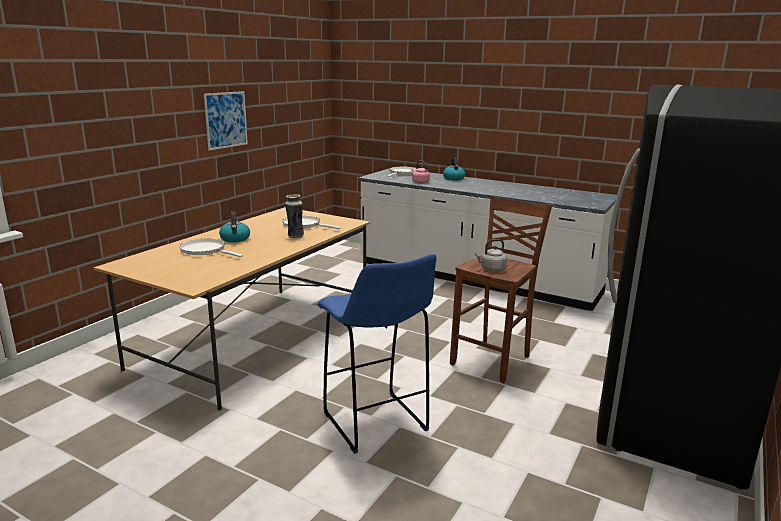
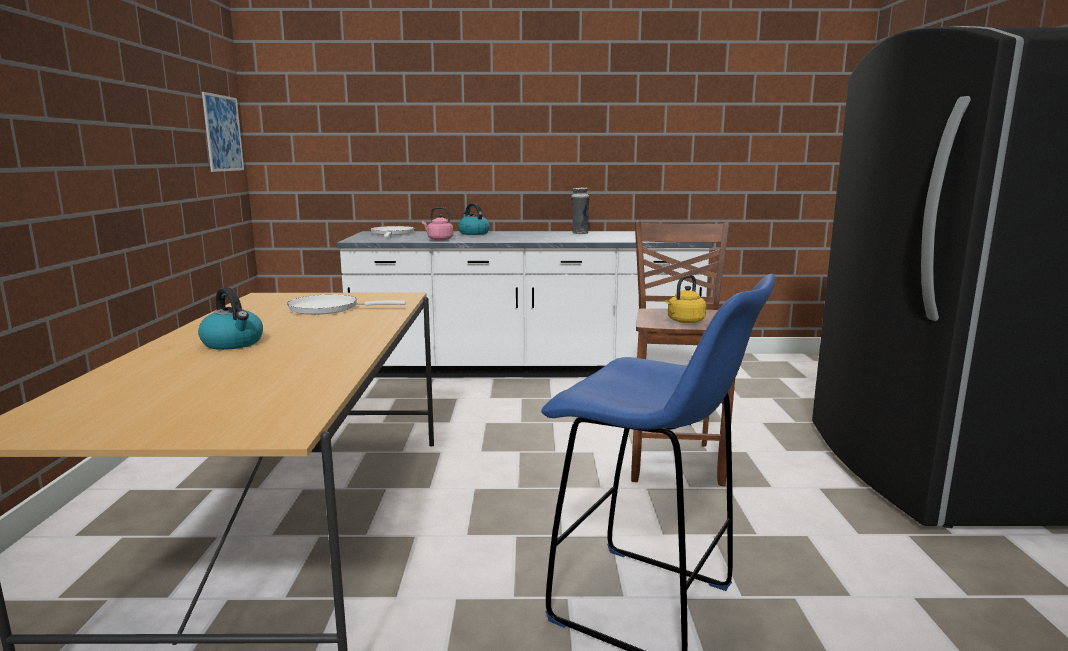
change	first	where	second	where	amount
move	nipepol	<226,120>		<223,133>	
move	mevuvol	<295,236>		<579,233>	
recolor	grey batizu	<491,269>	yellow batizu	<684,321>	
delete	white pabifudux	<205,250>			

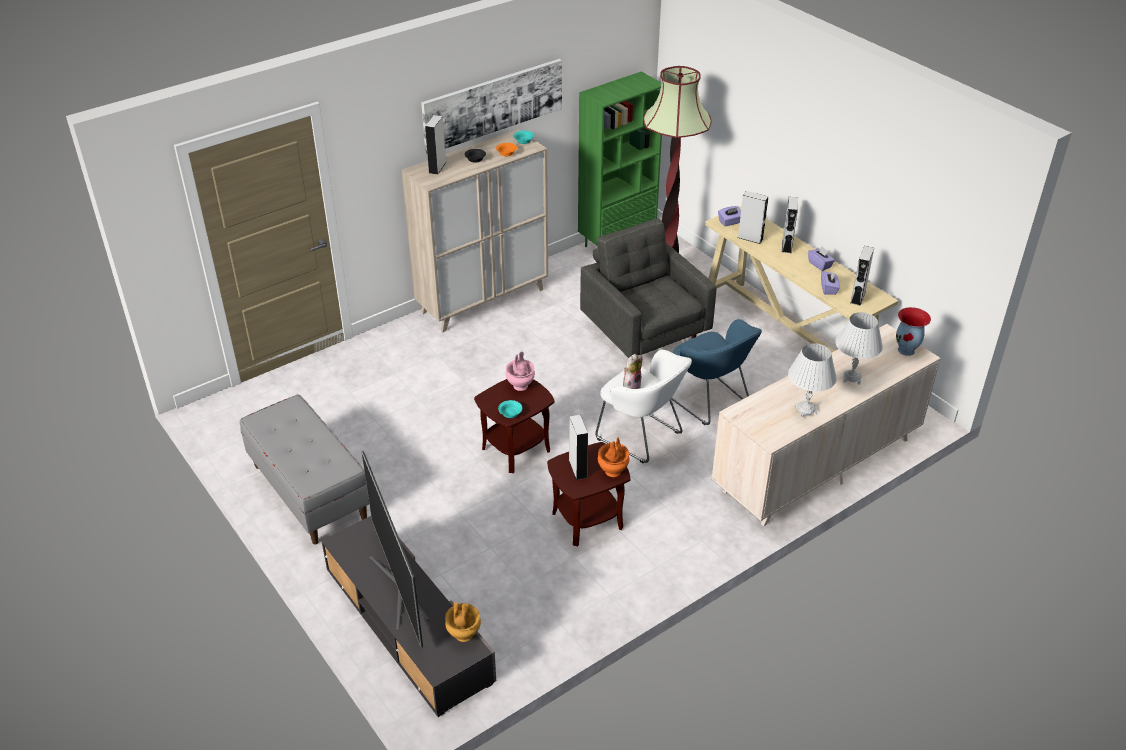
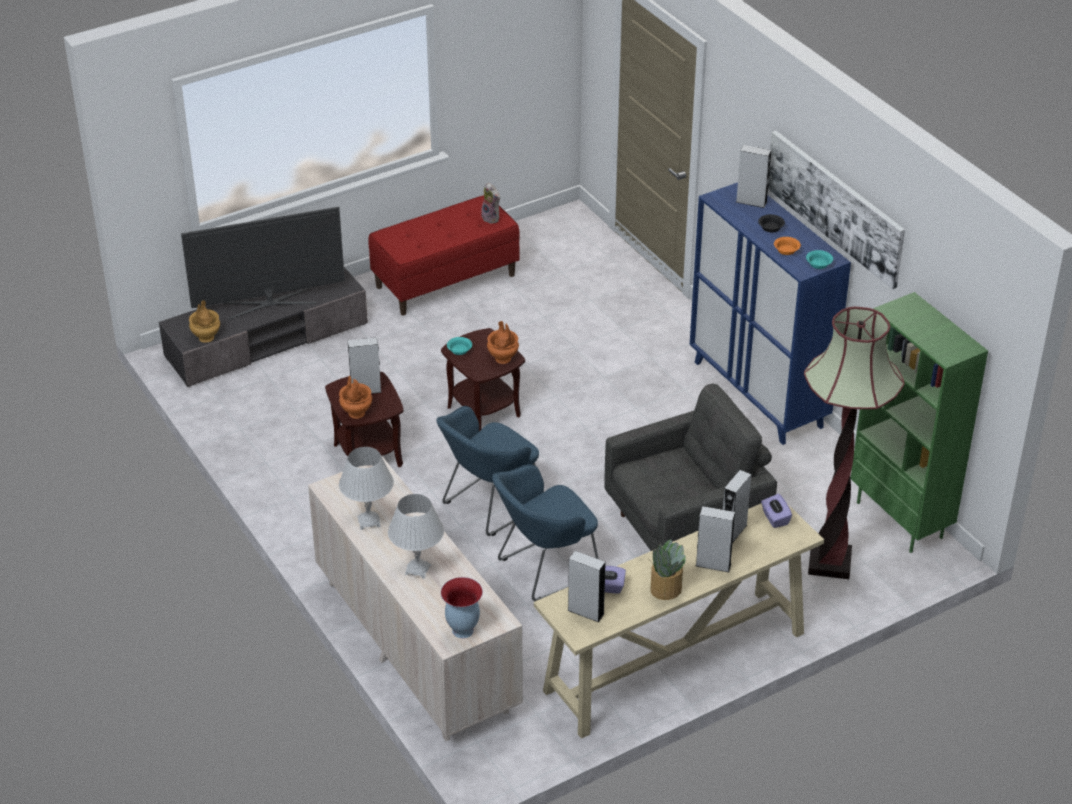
change	first	where	second	where	amount
recolor	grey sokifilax	<309,492>	red sokifilax	<445,281>	
recolor	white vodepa	<642,437>	blue vodepa	<488,506>	
move	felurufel	<631,386>		<492,218>	
recolor	pink mevuvol	<520,385>	orange mevuvol	<503,359>	
replace	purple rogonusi	<820,265>	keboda	<665,589>	
recolor	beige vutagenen	<483,300>	blue vutagenen	<758,394>	

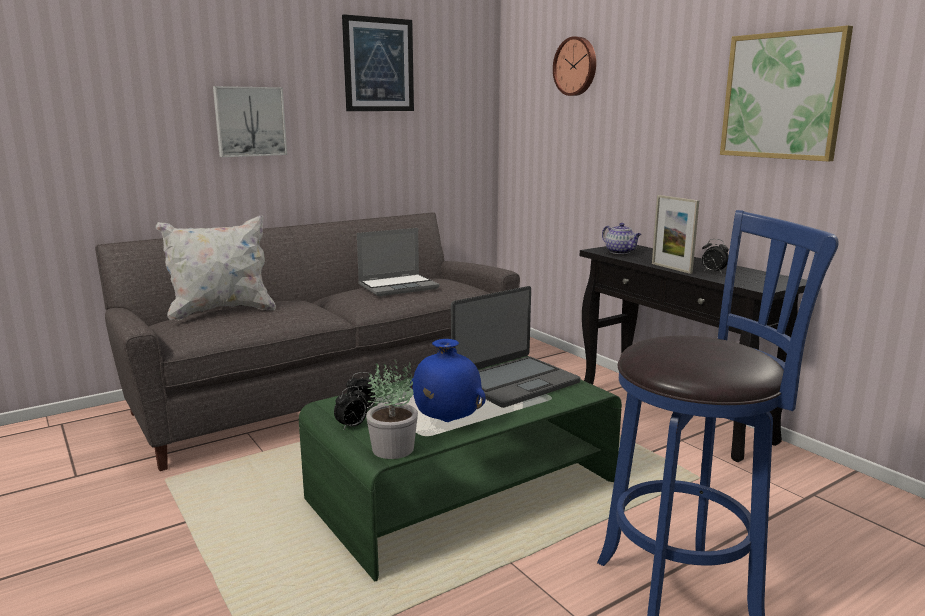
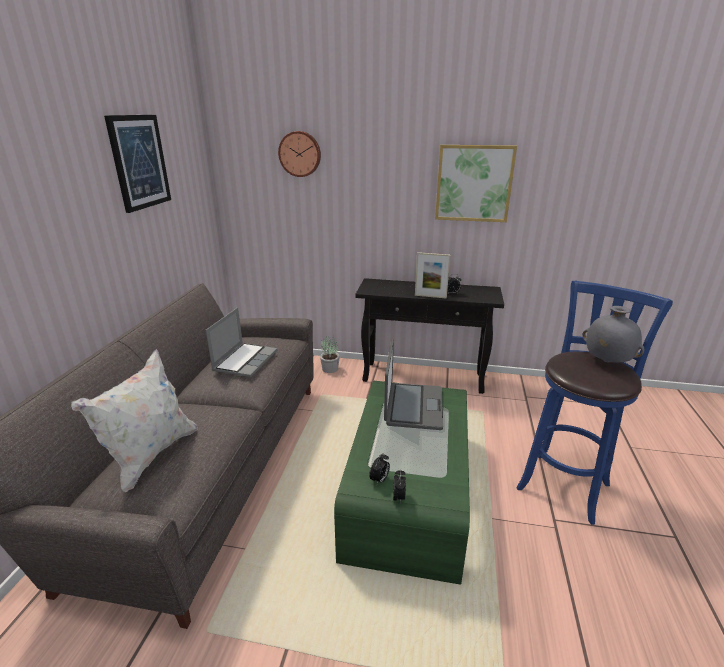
change	first	where	second	where	amount
move	keboda	<393,448>		<330,368>	
insert			grey mevuvol	<606,361>	
delete	nipepol	<250,121>			
delete	blue mevuvol	<446,421>			
delete	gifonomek	<620,252>			

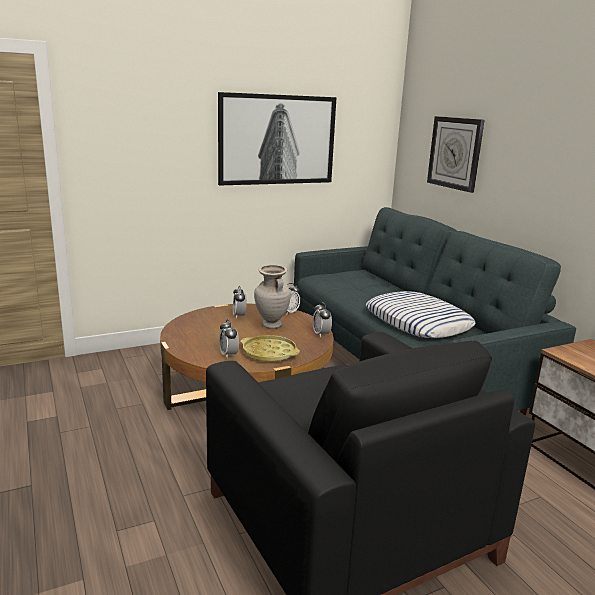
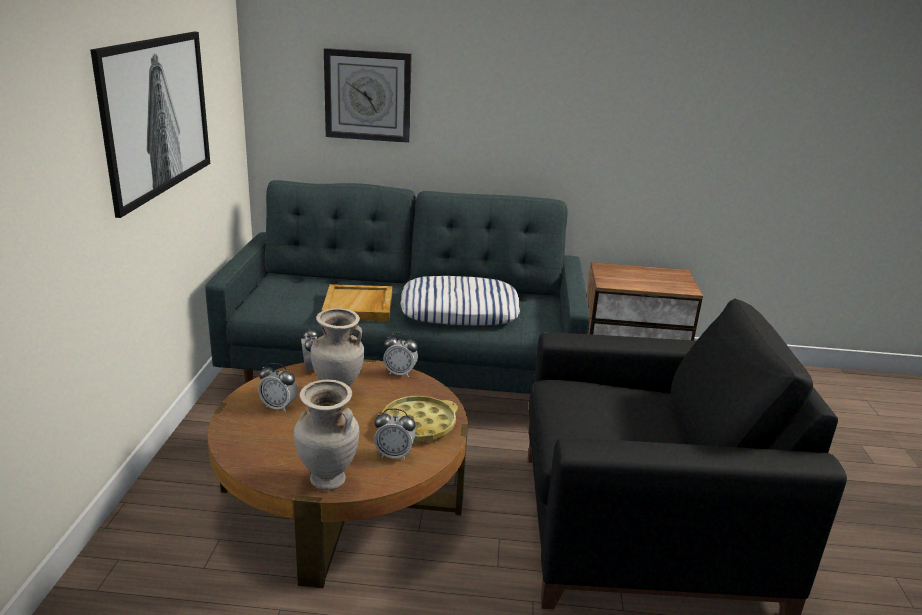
change	first	where	second	where	amount
insert			beige mevuvol	<327,481>	
insert			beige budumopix	<359,306>	

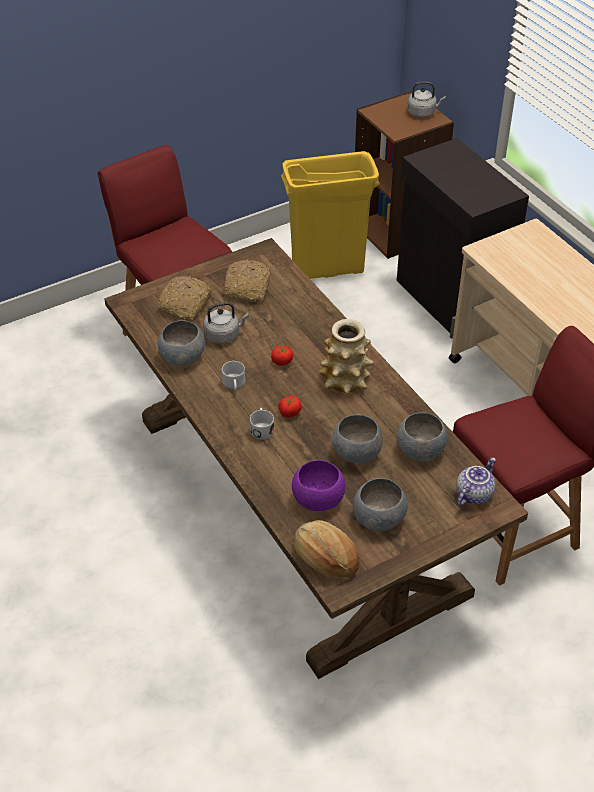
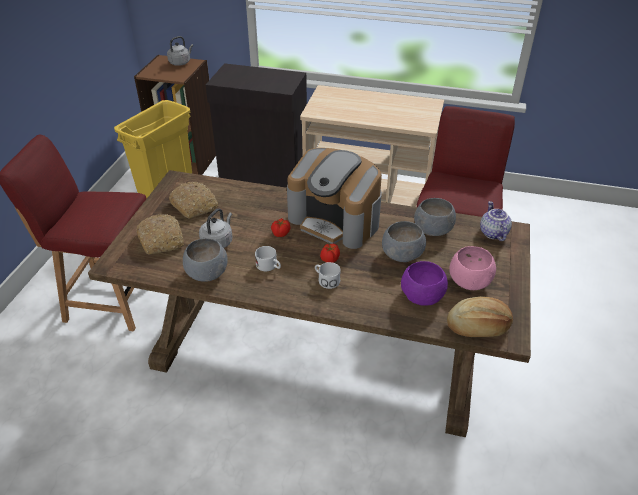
change	first	where	second	where	amount
replace	mevuvol	<345,381>	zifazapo	<335,220>	
recolor	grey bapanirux	<377,518>	pink bapanirux	<469,282>	

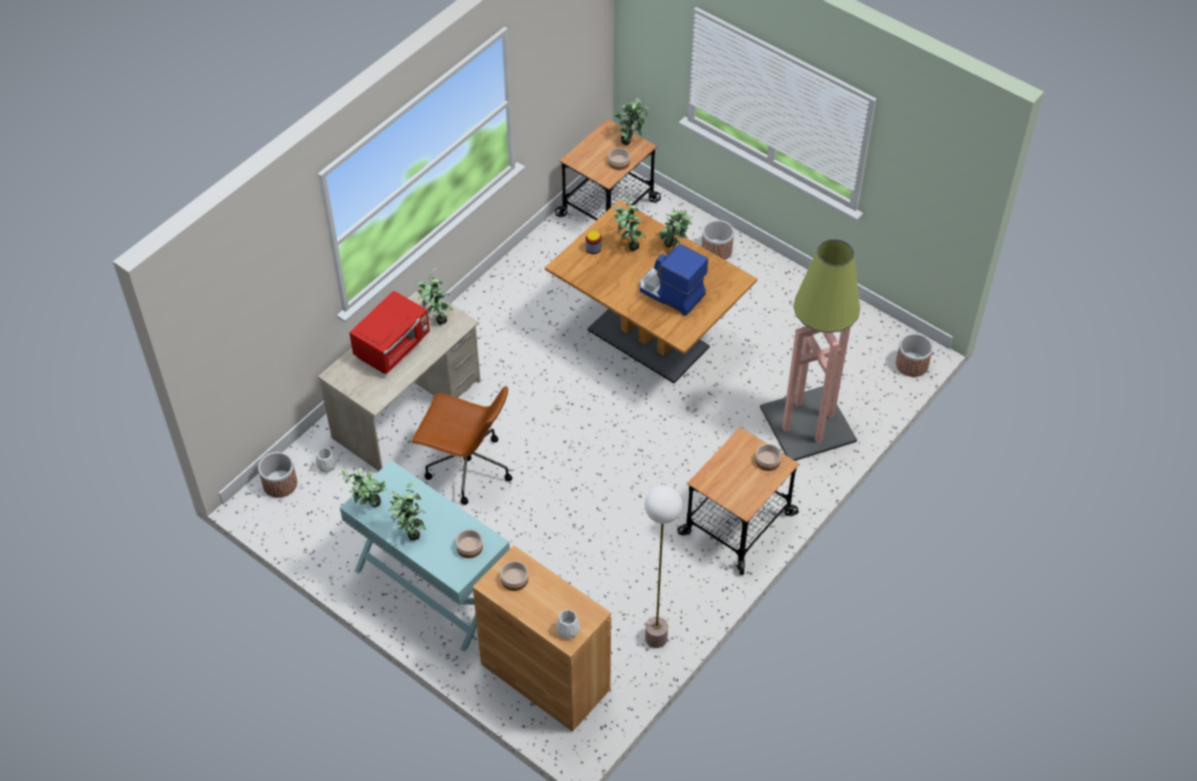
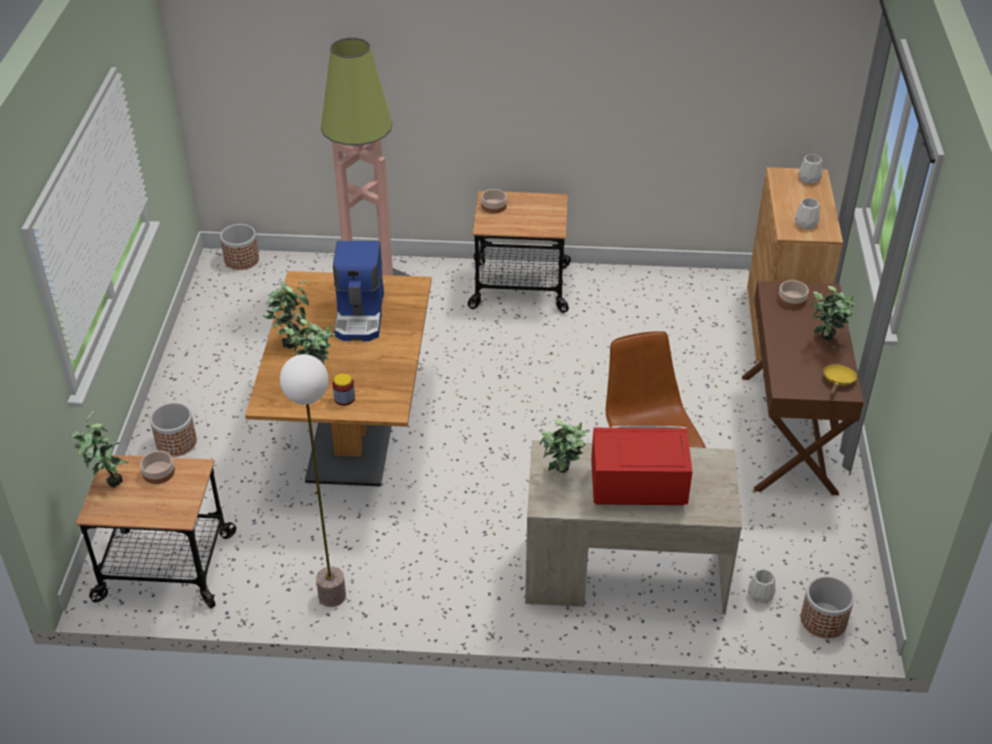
change	first	where	second	where	amount
move	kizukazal	<656,638>		<331,596>	
recolor	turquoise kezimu	<432,586>	brown kezimu	<789,433>	
replace	bapanirux	<514,579>	white mevuvol	<806,223>	
replace	keboda	<369,508>	yellow pabifudux	<838,381>	

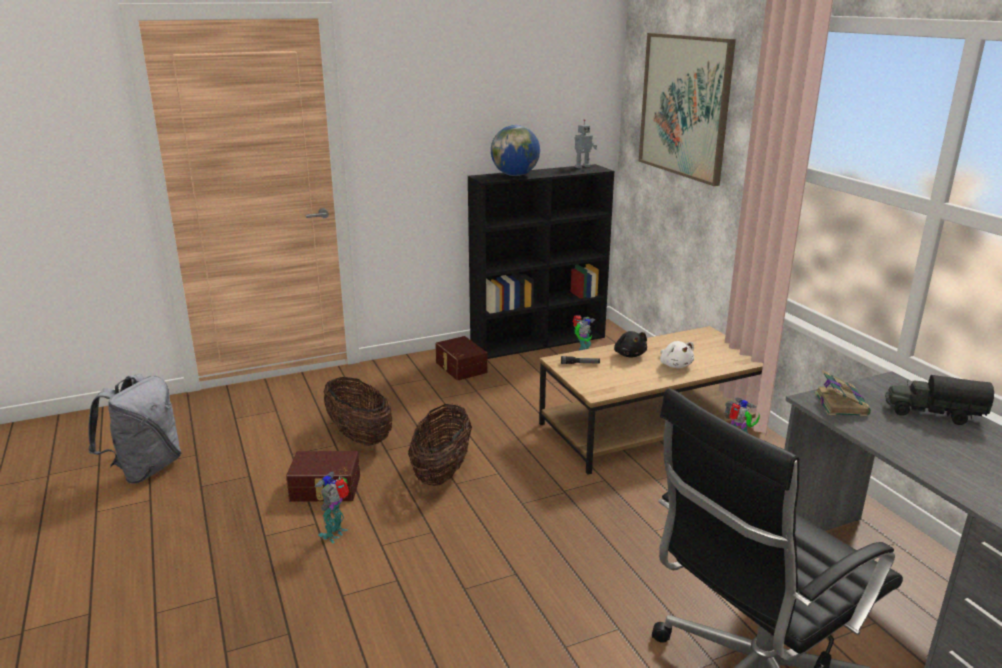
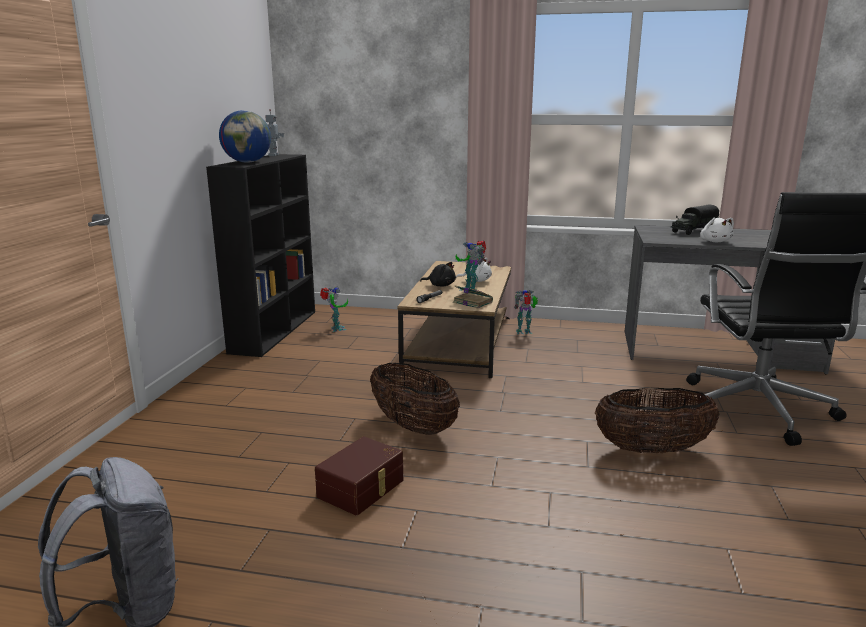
change	first	where	second	where	amount
move	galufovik	<840,403>		<472,302>	
move	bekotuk	<336,533>		<470,289>	
move	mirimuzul	<359,436>		<652,450>	
insert			white felurufel	<715,241>	
delete	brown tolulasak	<460,368>			
delete	nipepol	<684,106>			

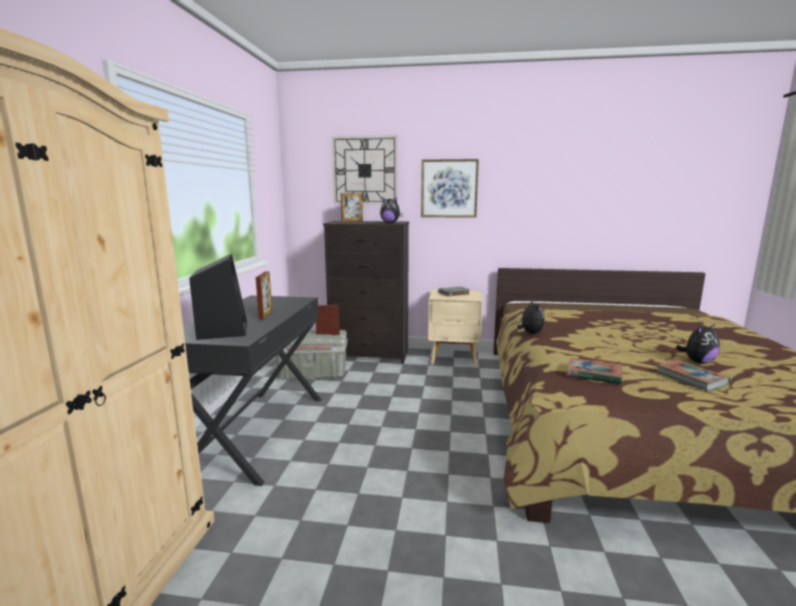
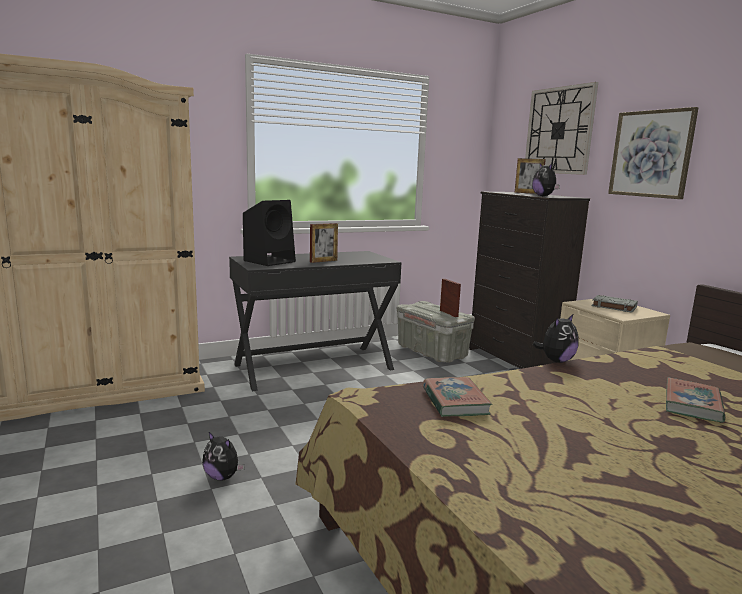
change	first	where	second	where	amount
move	felurufel	<697,362>		<222,477>	
move	galufovik	<691,378>		<692,404>	

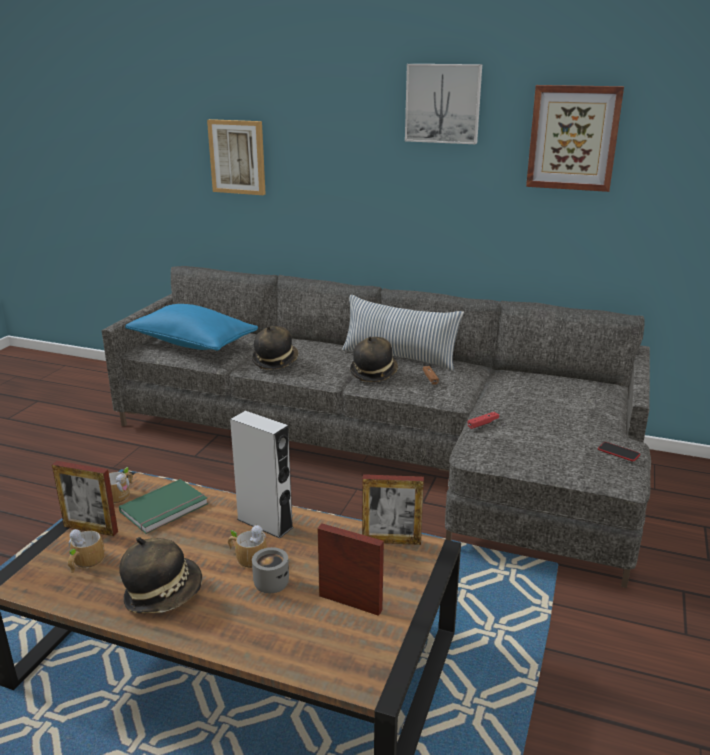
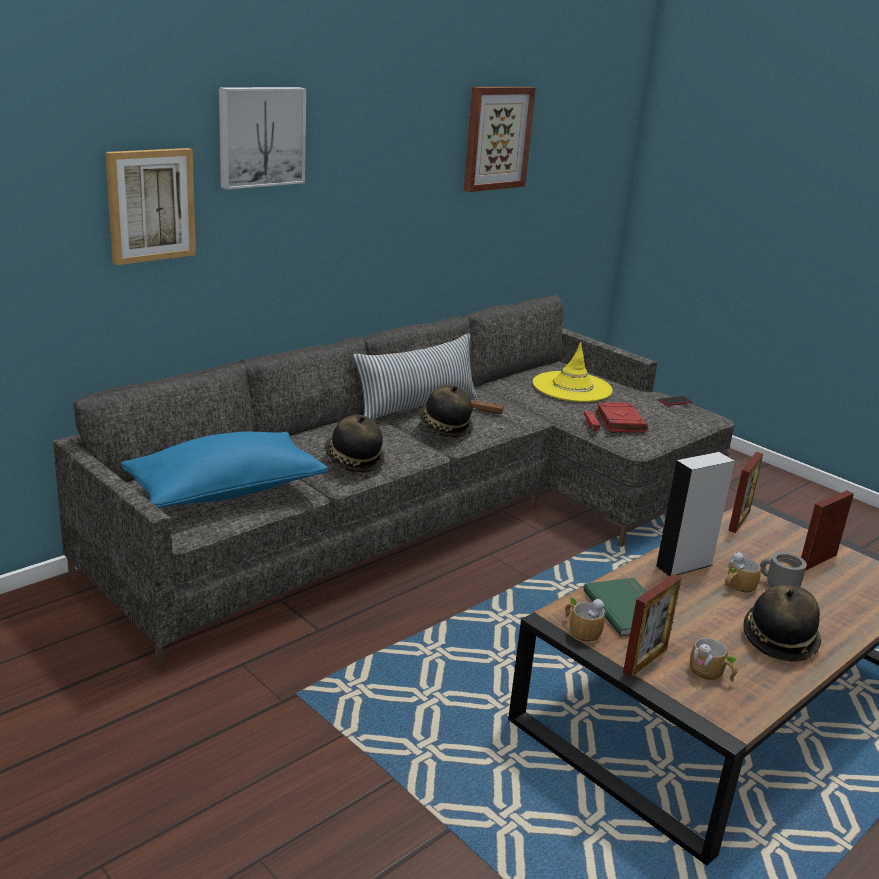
change	first	where	second	where	amount
move	nipepol	<443,103>		<260,136>	
insert			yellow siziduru	<572,387>	
insert			red galufovik	<620,421>	

